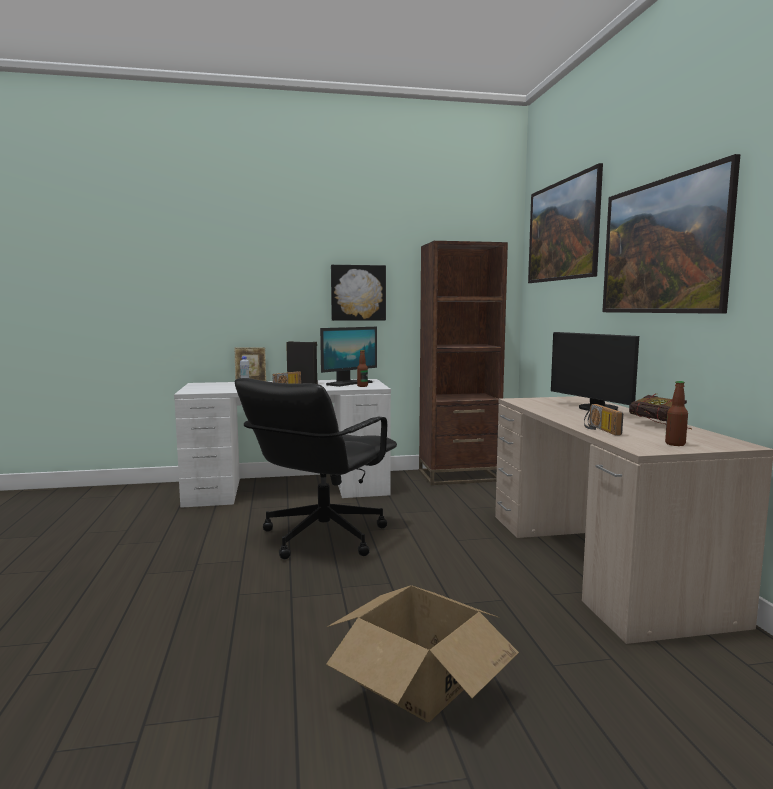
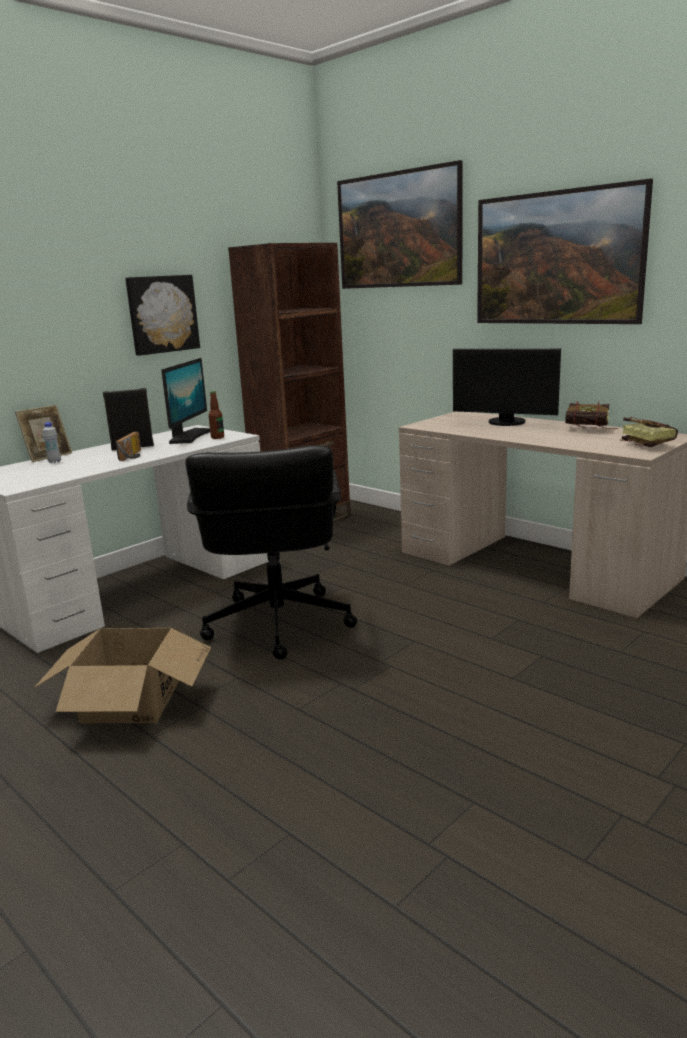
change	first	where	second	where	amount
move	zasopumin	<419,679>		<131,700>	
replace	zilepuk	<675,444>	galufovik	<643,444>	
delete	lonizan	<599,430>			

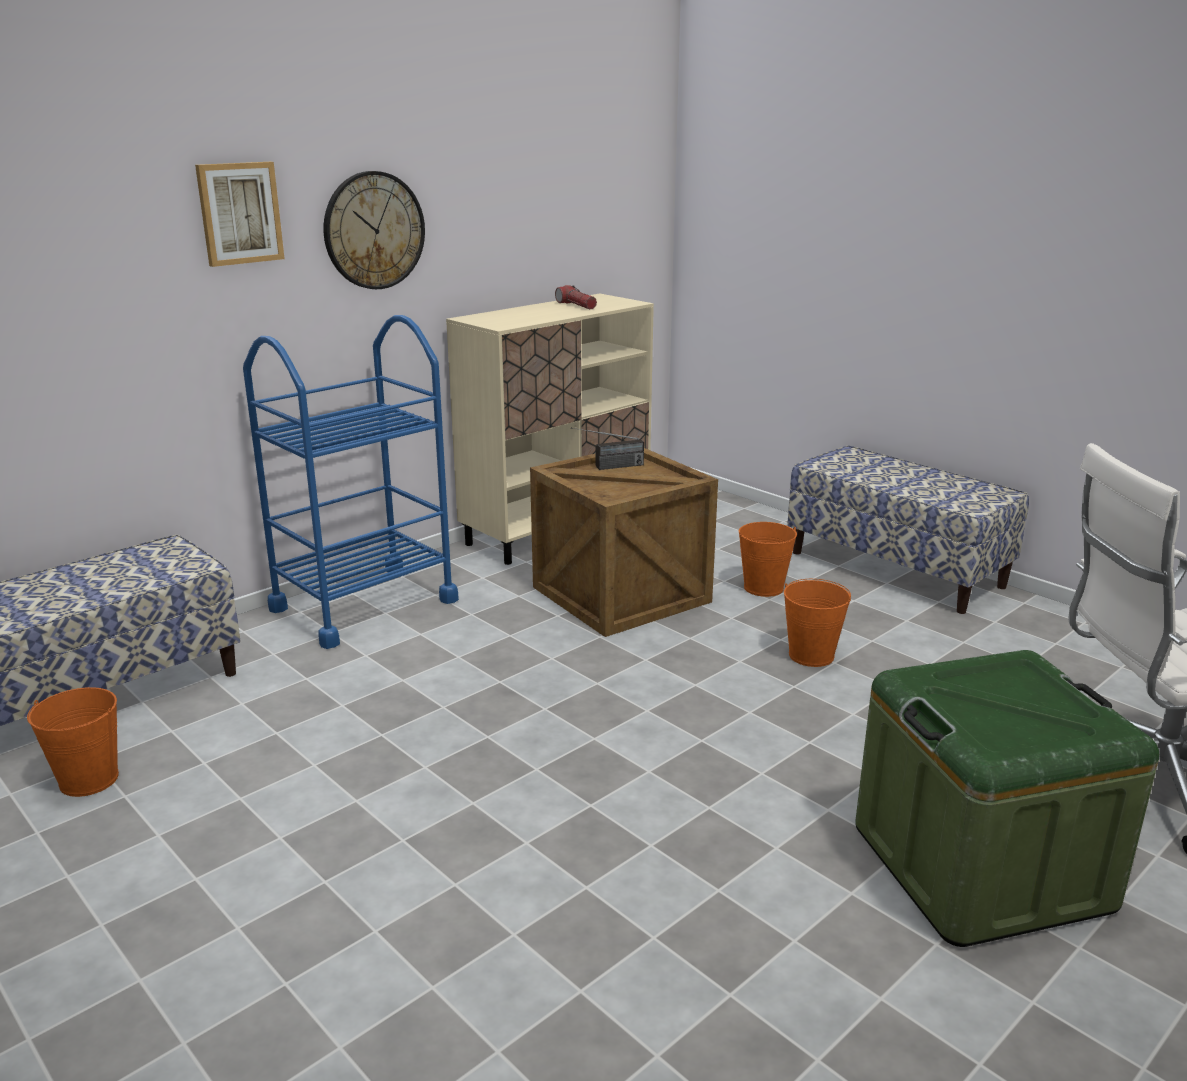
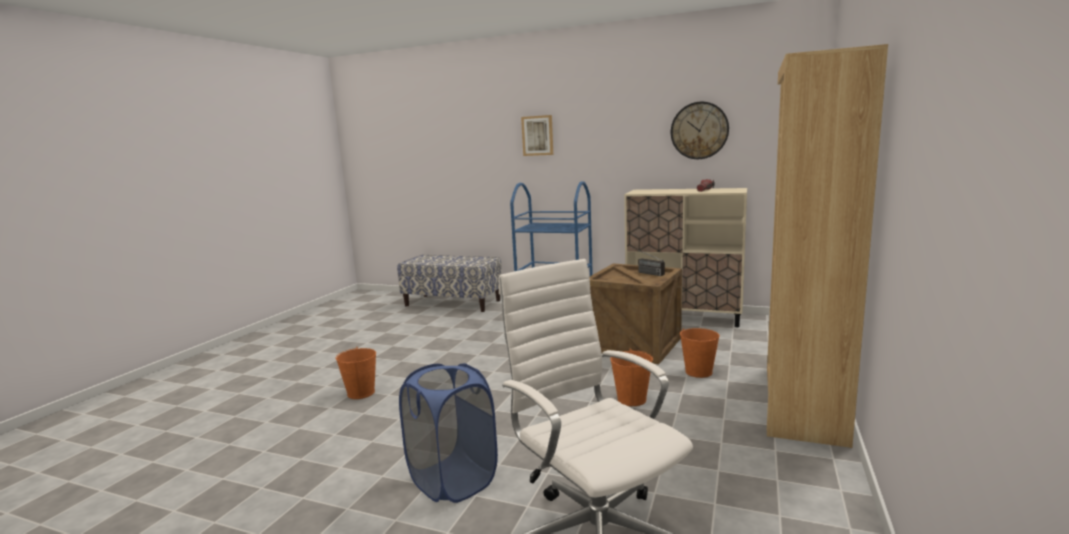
change	first	where	second	where	amount
move	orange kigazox	<89,779>		<361,393>	
replace	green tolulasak	<980,866>	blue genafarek	<452,480>	
move	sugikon	<374,230>		<699,130>	
replace	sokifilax	<896,569>	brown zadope	<801,403>	

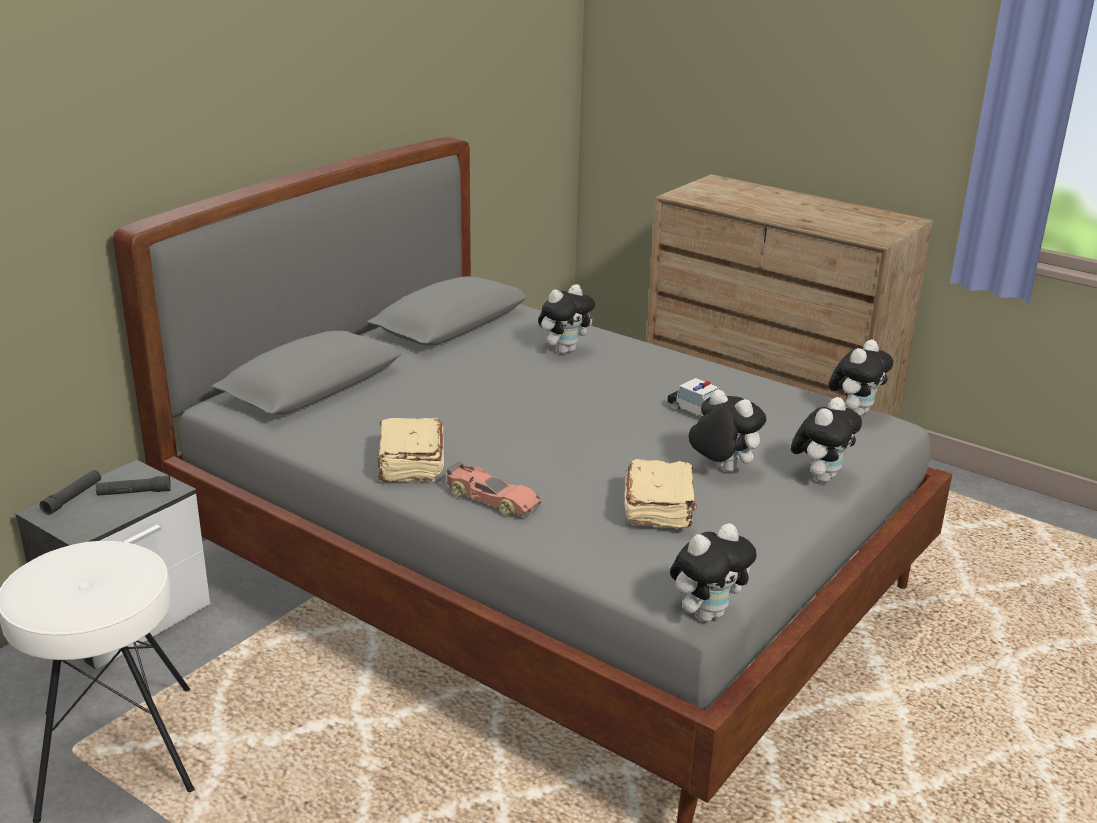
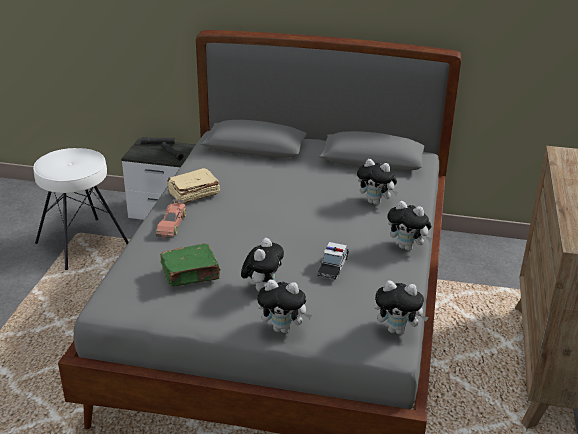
change	first	where	second	where	amount
recolor	beige galufovik	<659,508>	green galufovik	<191,274>	
move	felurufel	<707,614>		<407,247>	

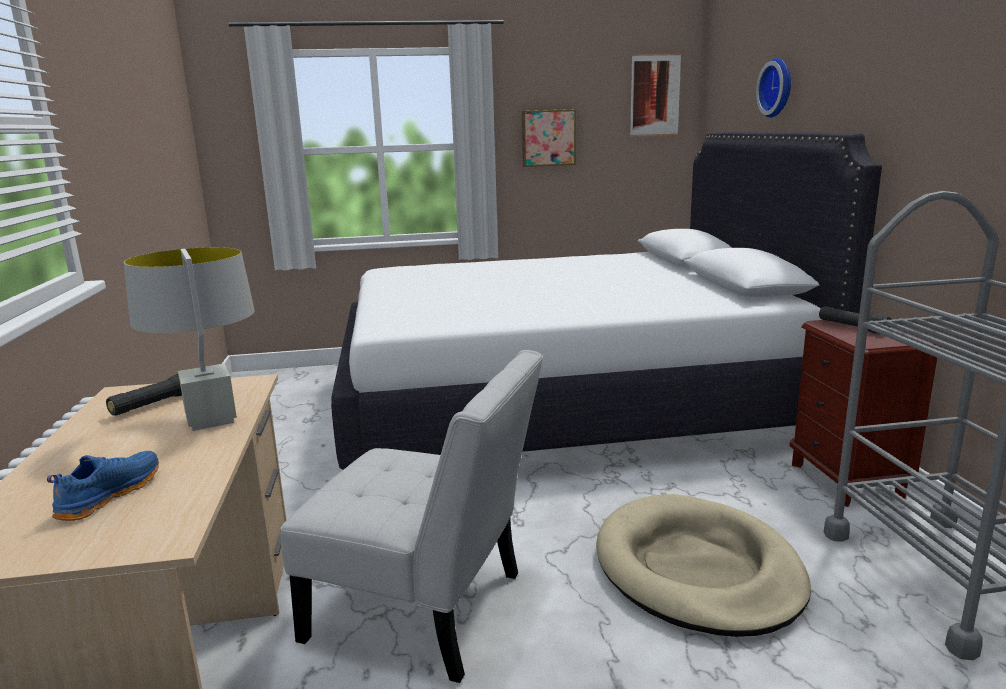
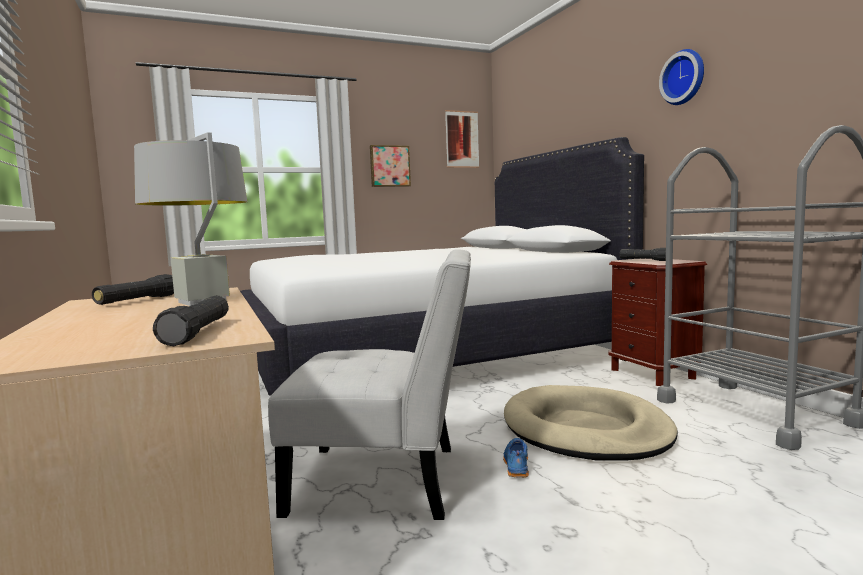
change	first	where	second	where	amount
insert			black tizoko	<198,333>	
move	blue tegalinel	<108,495>		<515,464>	
move	sugikon	<778,87>		<684,77>	

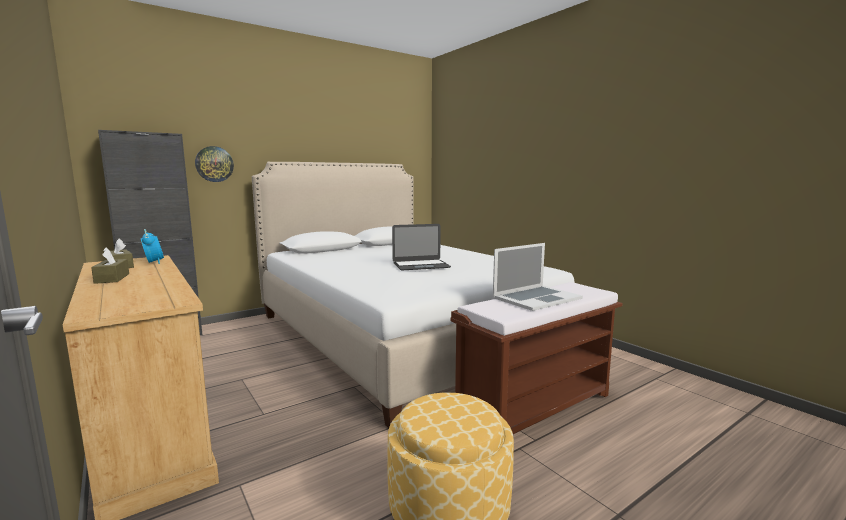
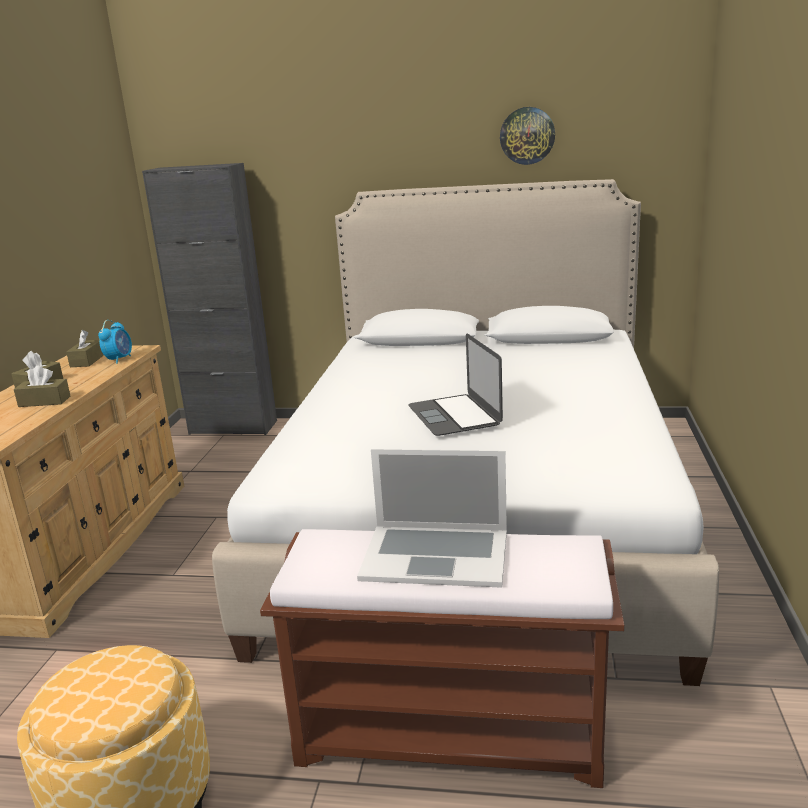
change	first	where	second	where	amount
insert			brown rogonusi	<44,401>	
rotate	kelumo	<421,265>		<454,415>	45 degrees clockwise
move	sugikon	<214,164>		<527,135>	

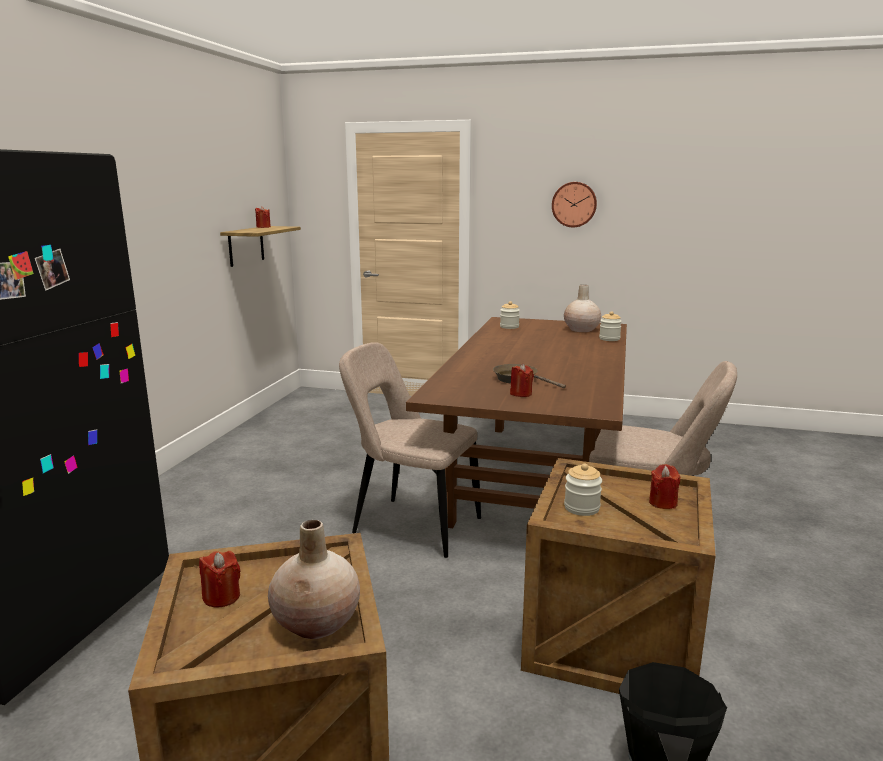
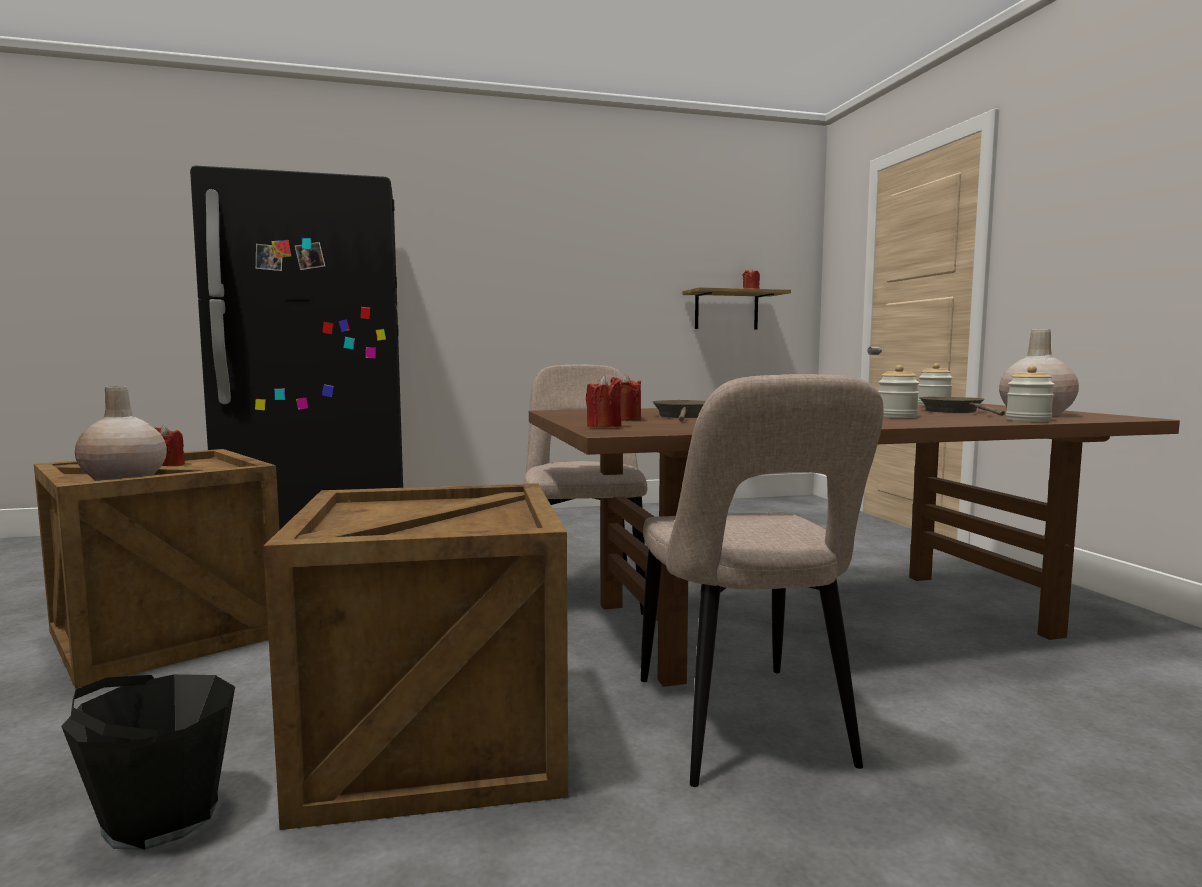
change	first	where	second	where	amount
move	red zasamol	<663,503>		<603,426>	
move	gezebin	<581,508>		<896,416>	
insert			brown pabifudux	<955,411>	
delete	sugikon	<574,204>			

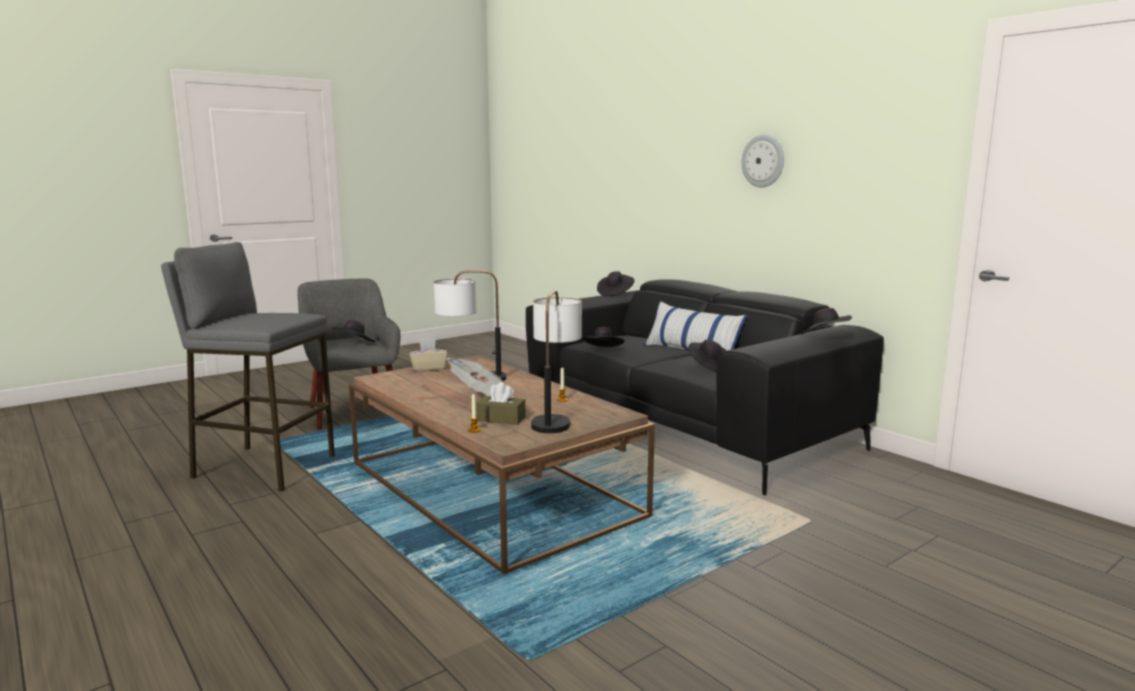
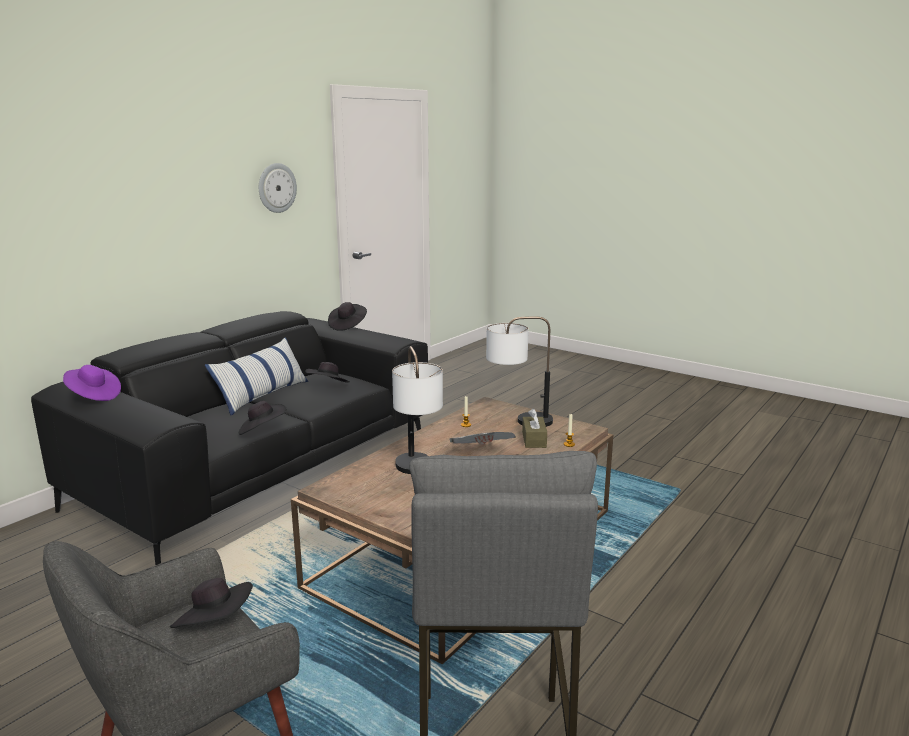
change	first	where	second	where	amount
recolor	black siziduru	<615,294>	purple siziduru	<93,396>	
move	sugikon	<763,161>		<276,188>	
delete	beige rogonusi	<428,368>			

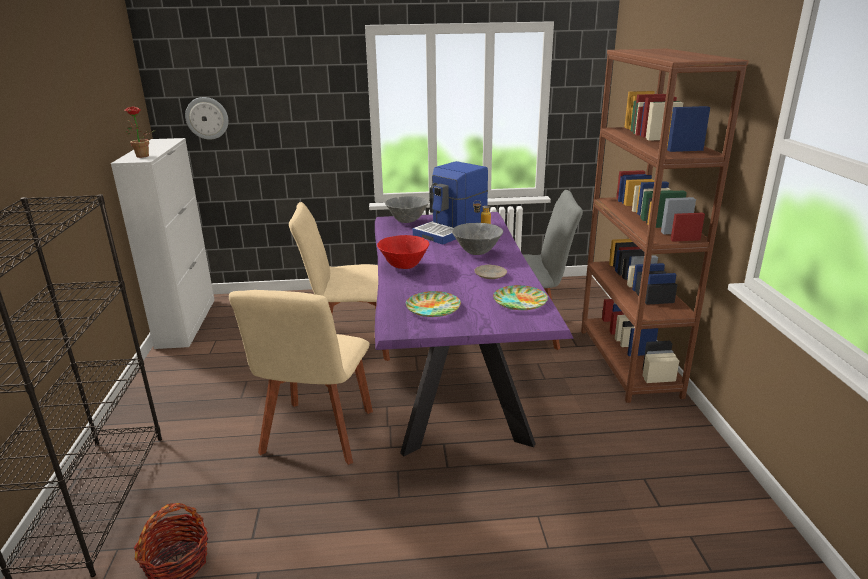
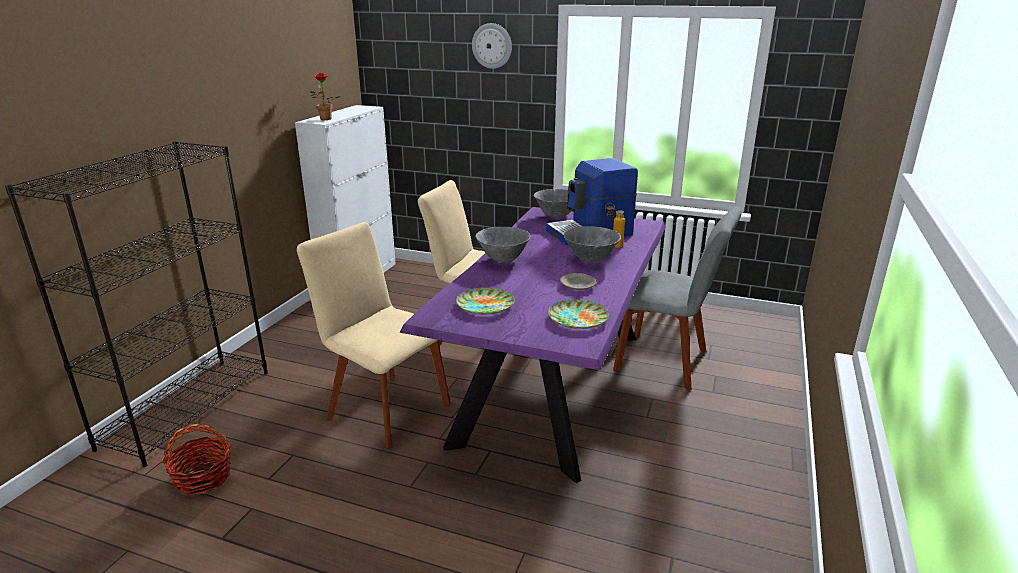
change	first	where	second	where	amount
rotate	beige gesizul	<316,435>		<385,407>	90 degrees clockwise
move	sugikon	<207,118>		<492,46>	
recolor	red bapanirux	<404,267>	grey bapanirux	<503,260>	
delete	brown zadope	<628,362>			

